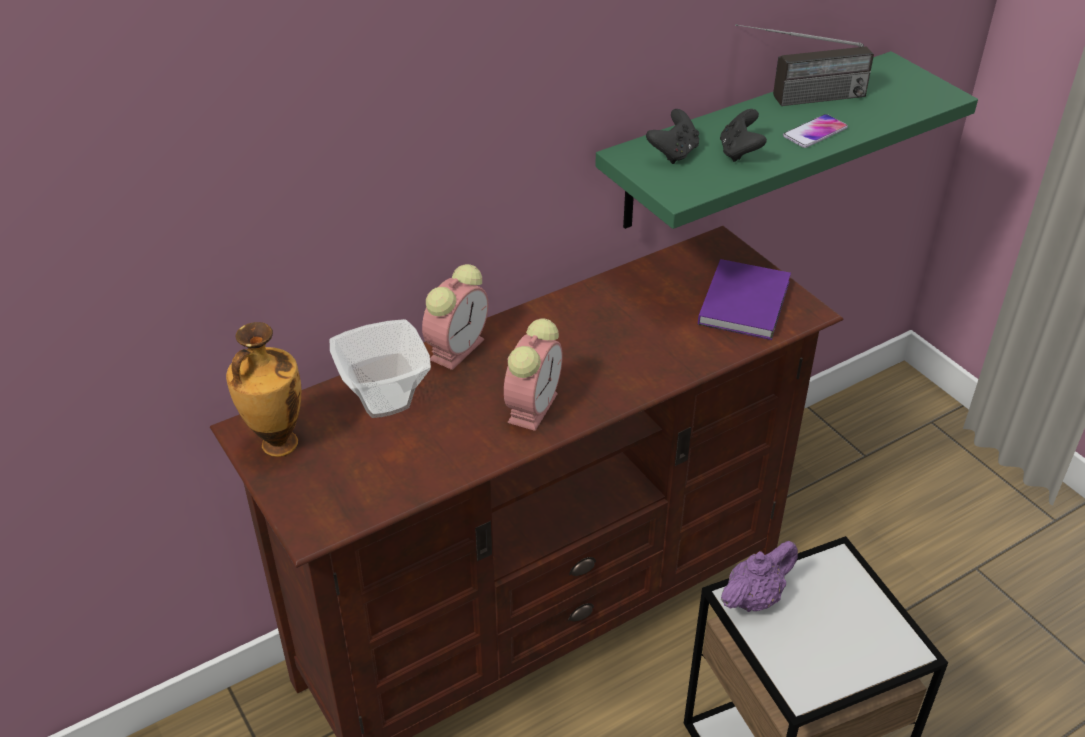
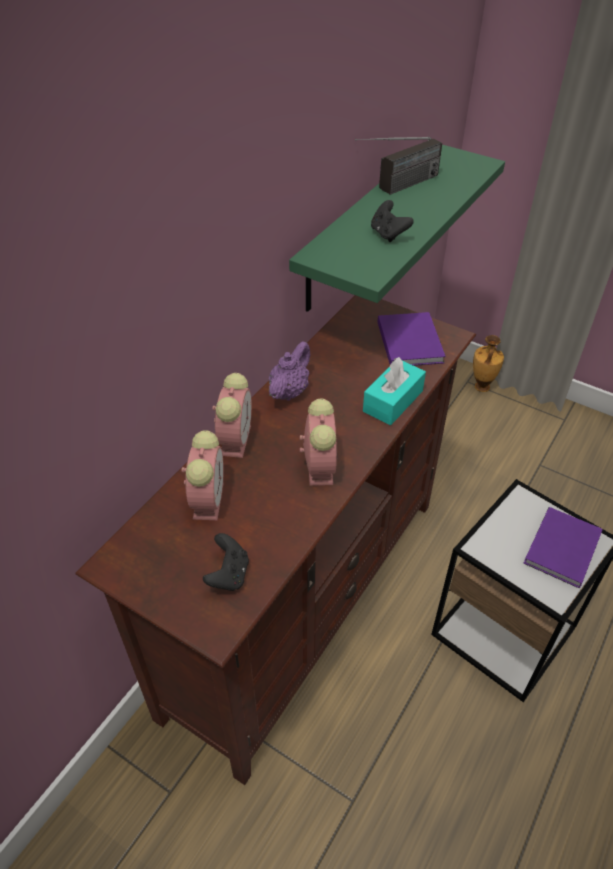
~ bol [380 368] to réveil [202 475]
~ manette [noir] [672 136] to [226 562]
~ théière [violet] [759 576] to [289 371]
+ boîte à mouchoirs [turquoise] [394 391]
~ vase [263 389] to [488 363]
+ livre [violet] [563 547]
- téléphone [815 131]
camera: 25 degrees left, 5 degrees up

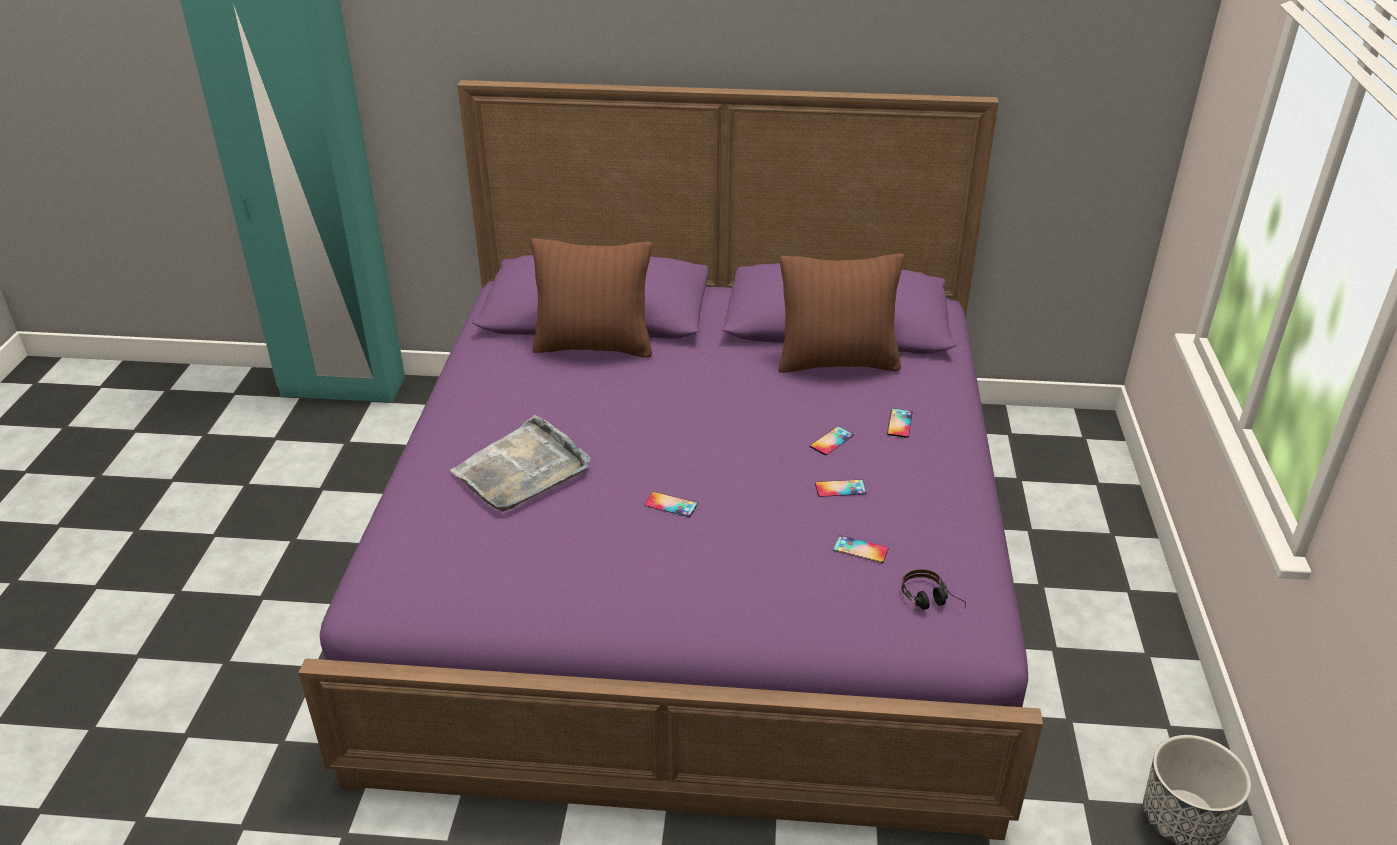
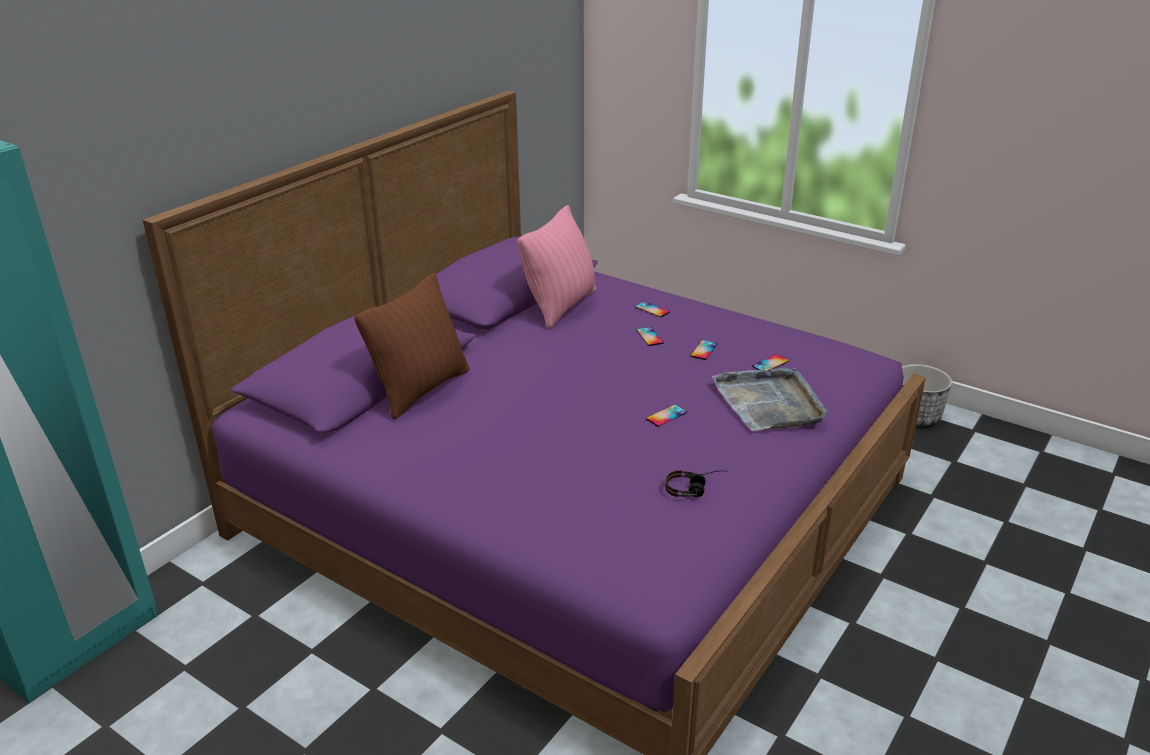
~ coussin [marron] [841 313] to coussin [rose] [557 267]
~ casque audio [933 589] to [696 483]
~ plateau [gris] [520 463] to [770 399]
camera: 60 degrees left, 5 degrees down

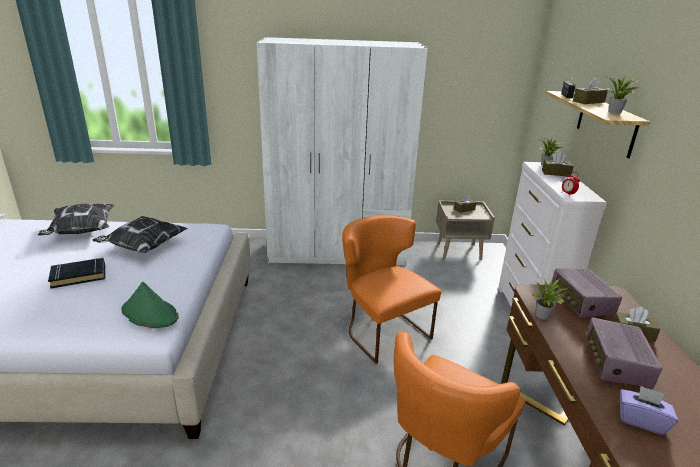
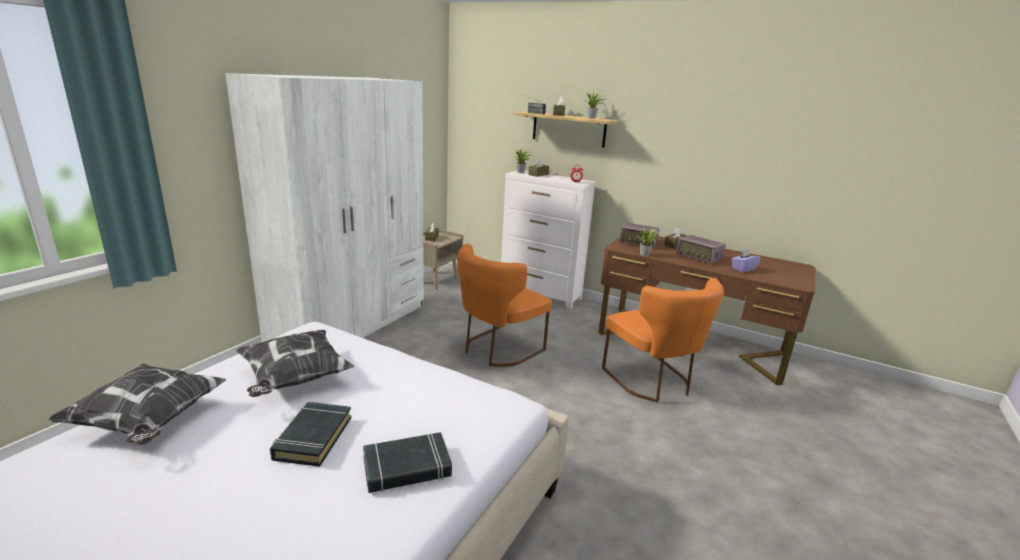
+ livre [noir] [407 462]
~ chaise [orange] [391 289] = [504 305] 45 degrees counterclockwise
- chapeau [vert] [150 305]
camera: 60 degrees left, 5 degrees down

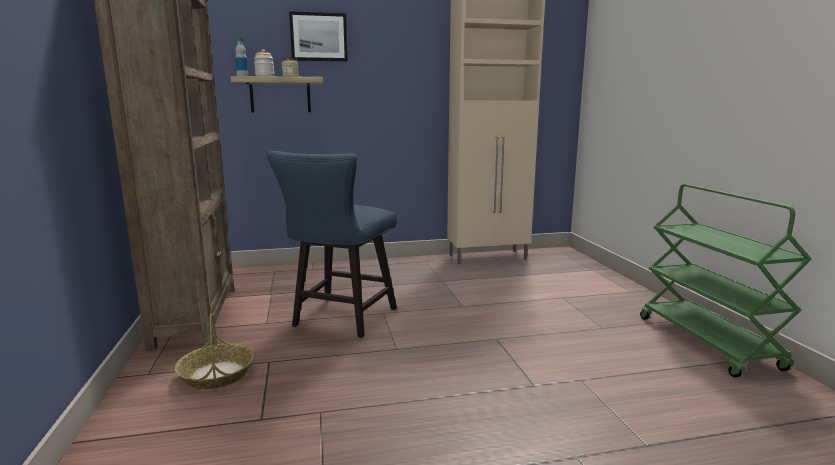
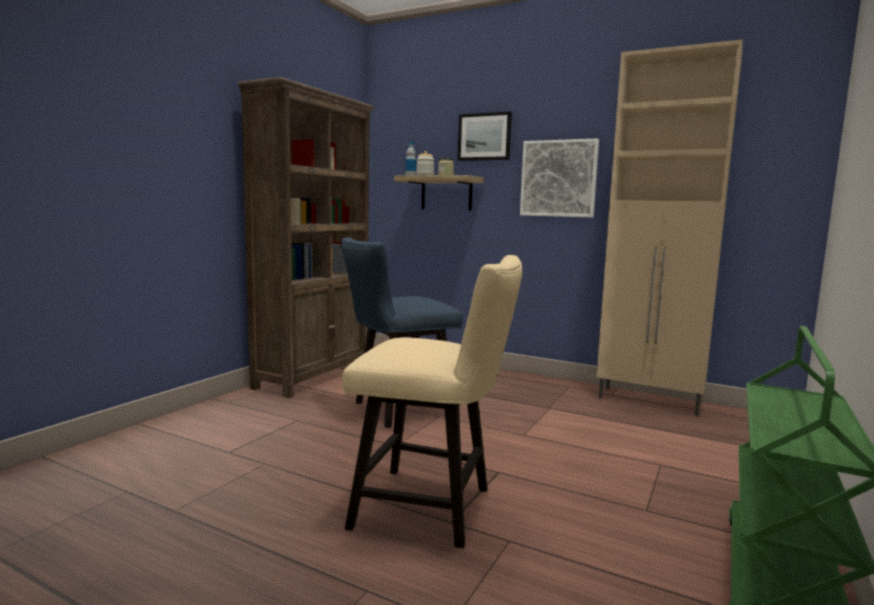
+ chaise [beige] [432 401]
+ tableau [559 177]
- panier [214 351]
camera: 40 degrees right, 5 degrees down

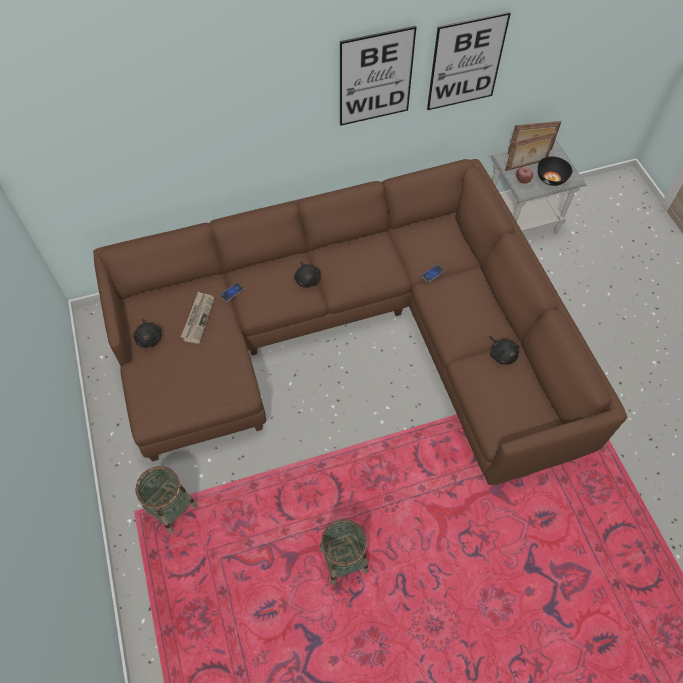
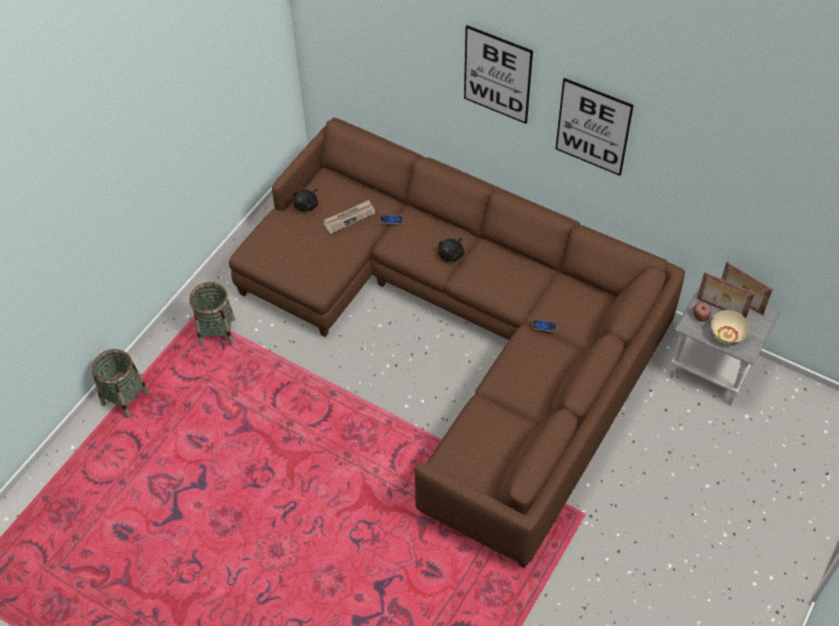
~ panier [344 552] to [120 383]
~ tableau [469 61] to [498 74]
~ bol [noir] [555 171] to bol [beige] [730 327]
- peluche [noir] [504 350]
camera: 50 degrees right, 5 degrees down

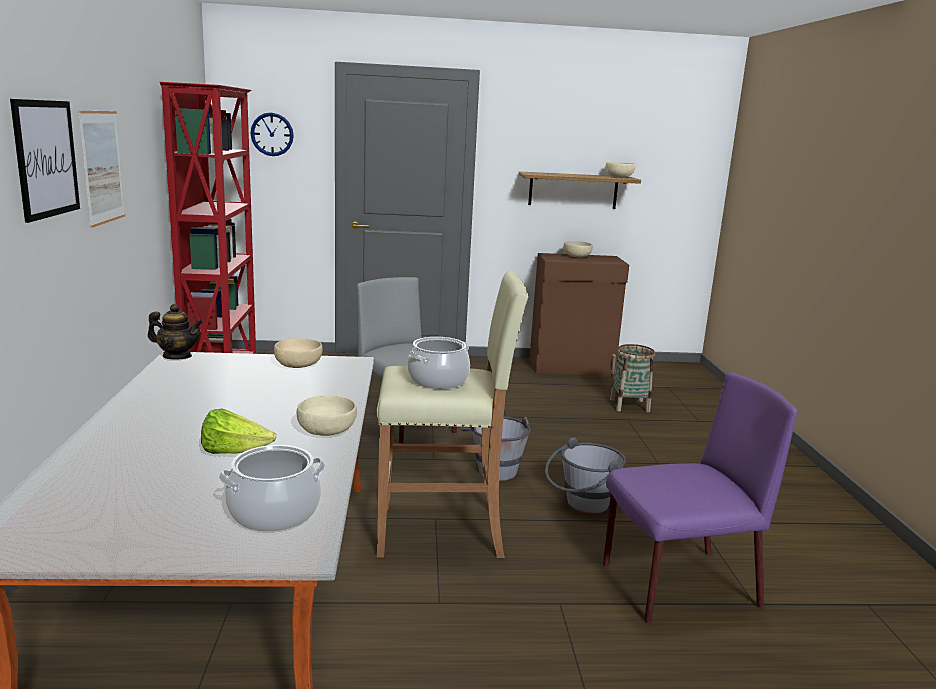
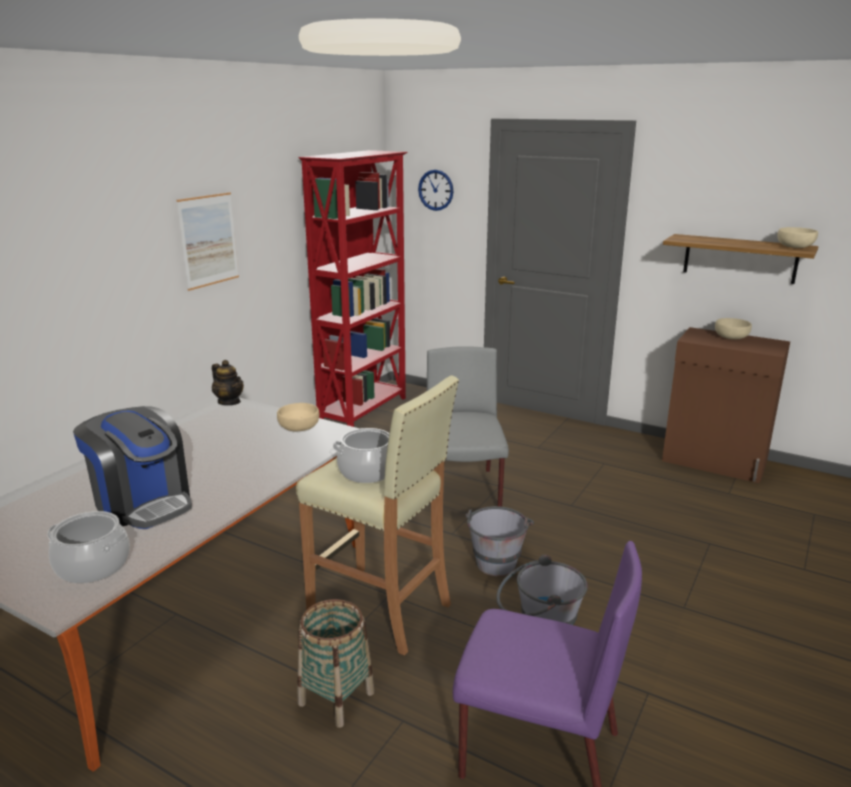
~ laitue [238 431] to machine à café [132 467]
~ panier [632 378] to [336 663]
- tableau [45 161]
- bol [beige] [327 415]
camera: 35 degrees right, 5 degrees up

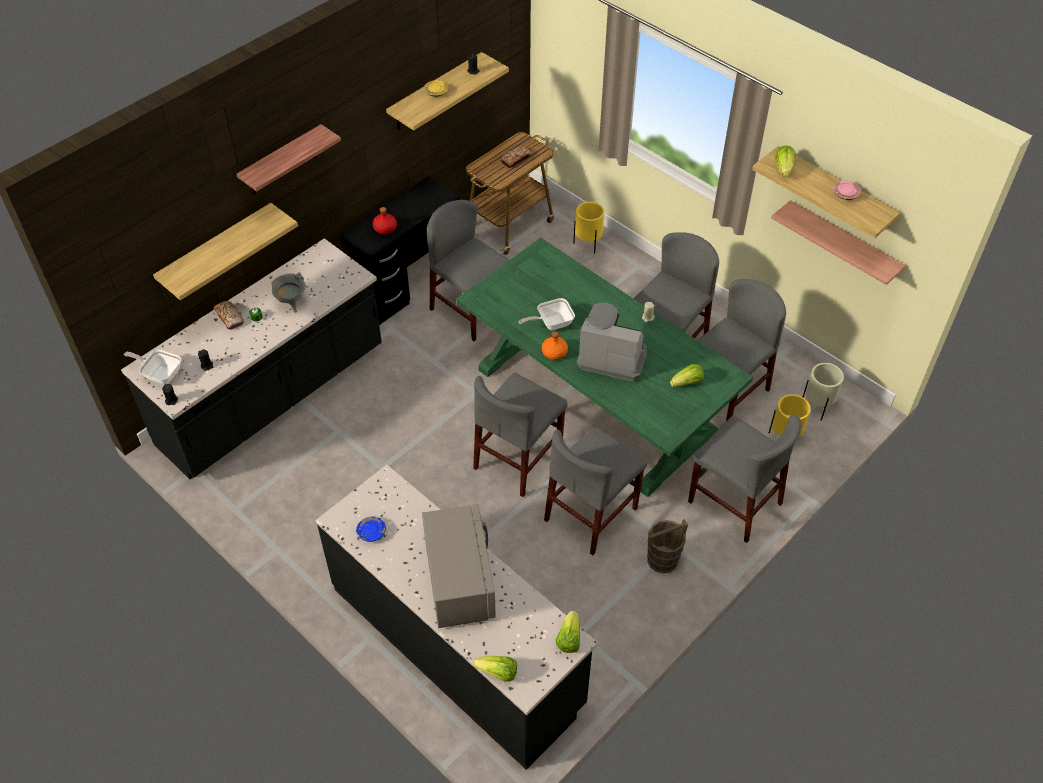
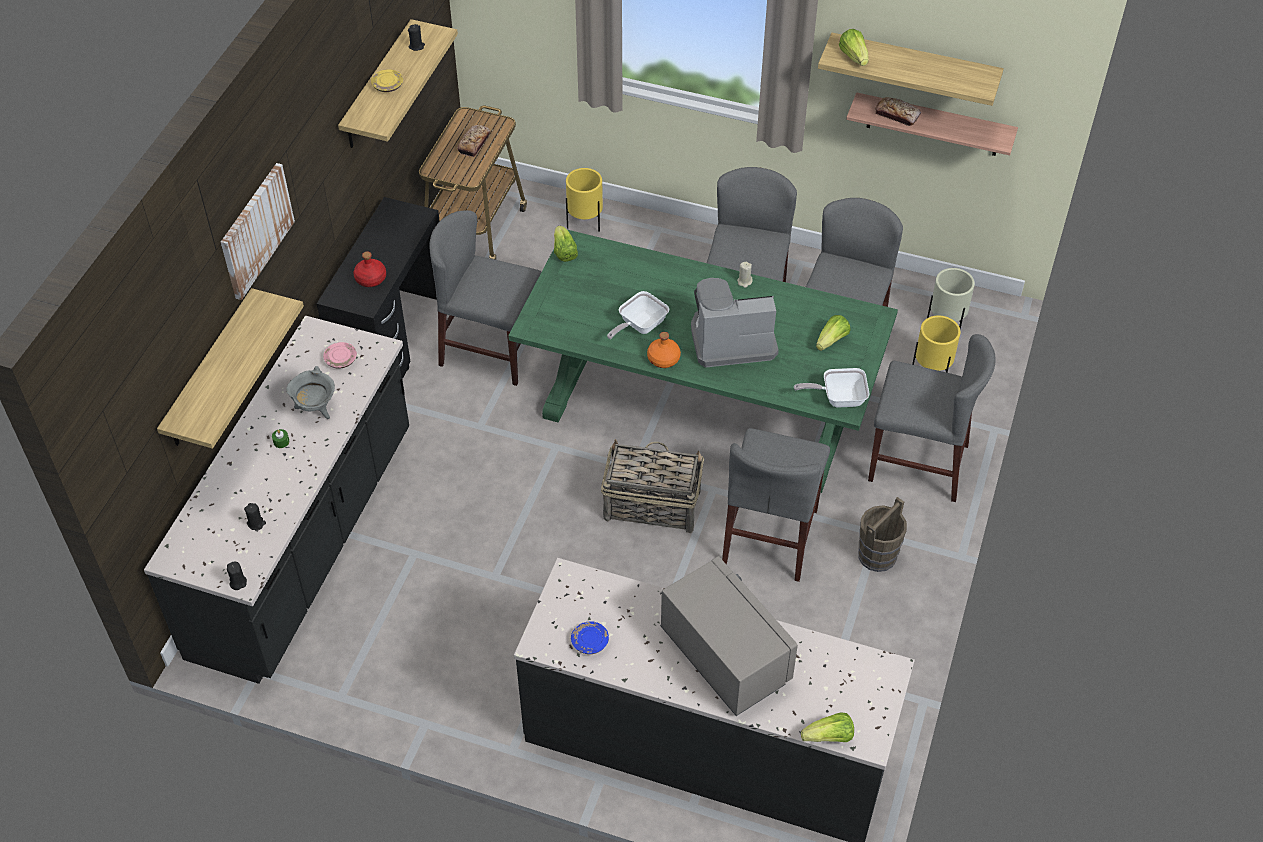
~ étagère [289 159] to tableau [258 231]
~ assiette [rose] [847 190] to [340 355]
~ laitue [567 632] to [566 244]
~ chaise [gris] [520 435] to panier [652 486]
~ poêle [152 367] to [831 387]
~ pain [229 315] to [898 111]
camera: 25 degrees left, 0 degrees up

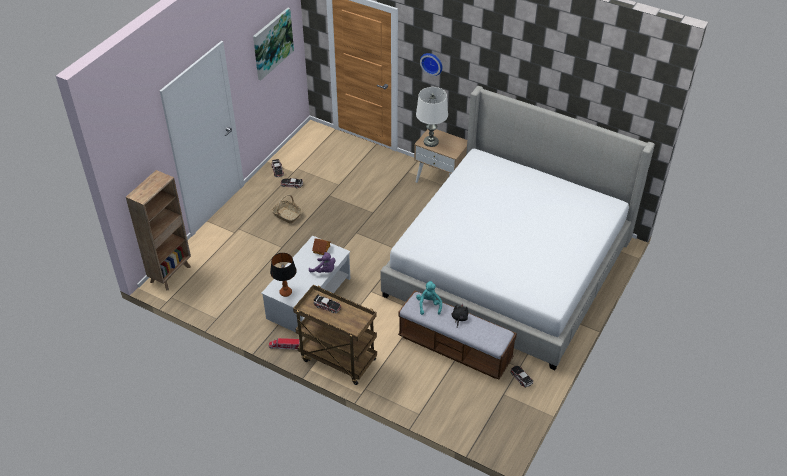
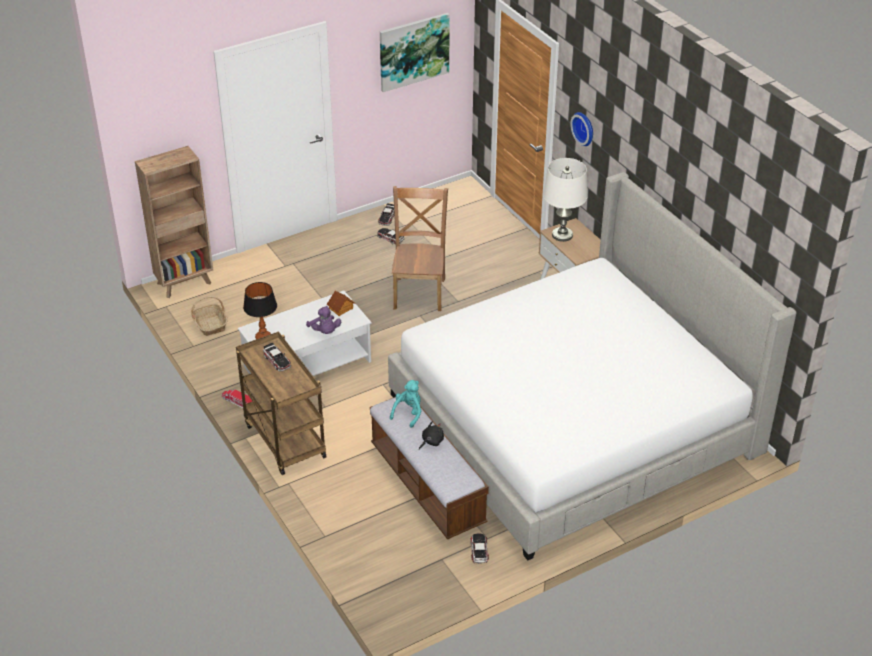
~ panier [287 209] to [209 316]
+ chaise [marron] [420 248]
camera: 30 degrees right, 5 degrees down

